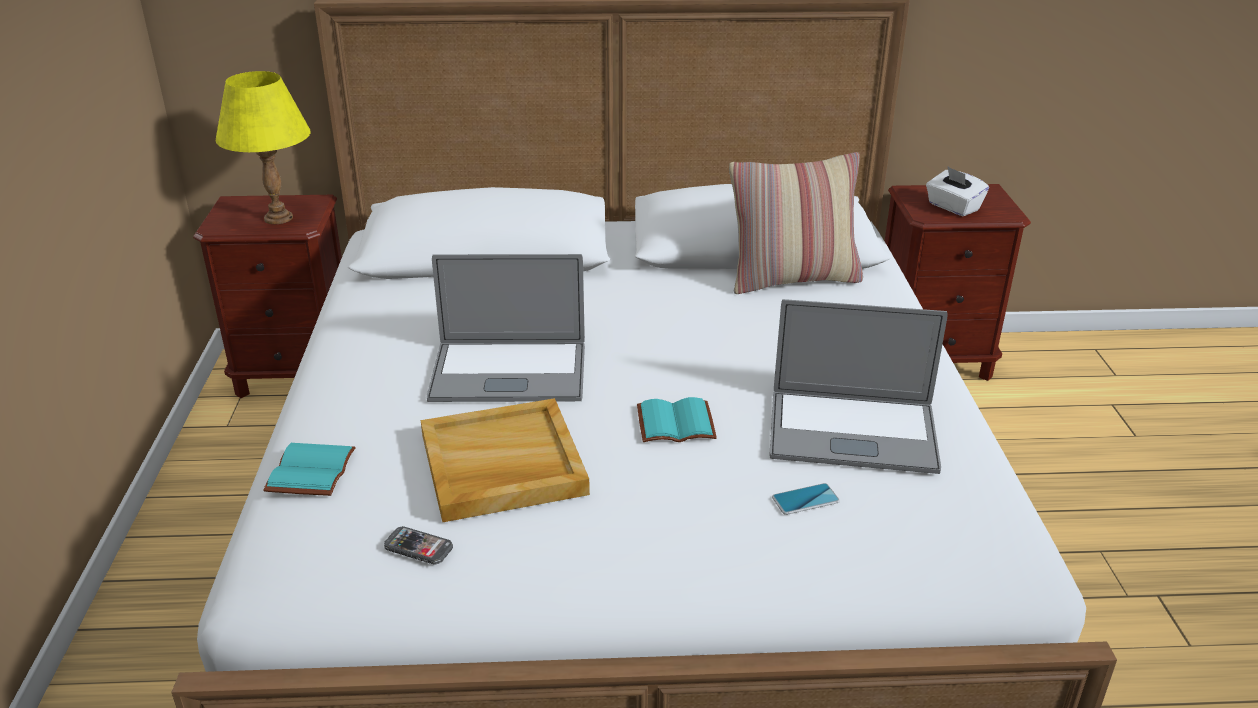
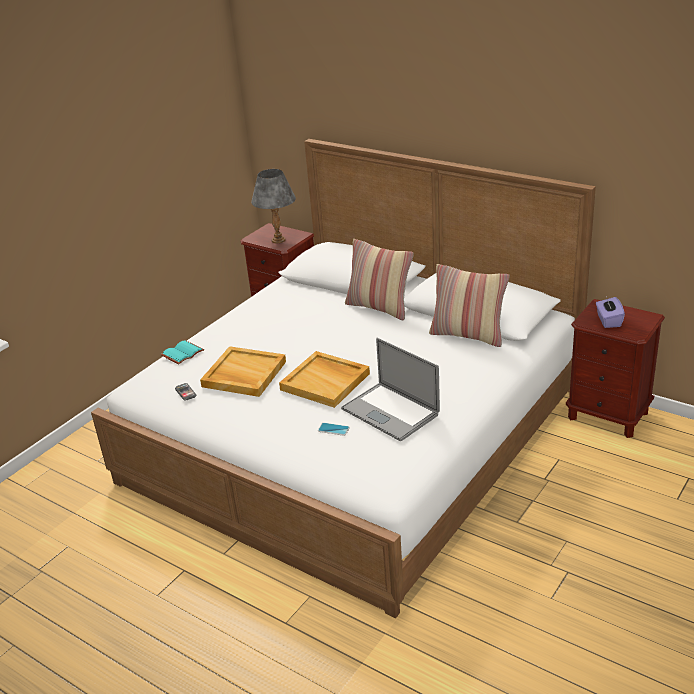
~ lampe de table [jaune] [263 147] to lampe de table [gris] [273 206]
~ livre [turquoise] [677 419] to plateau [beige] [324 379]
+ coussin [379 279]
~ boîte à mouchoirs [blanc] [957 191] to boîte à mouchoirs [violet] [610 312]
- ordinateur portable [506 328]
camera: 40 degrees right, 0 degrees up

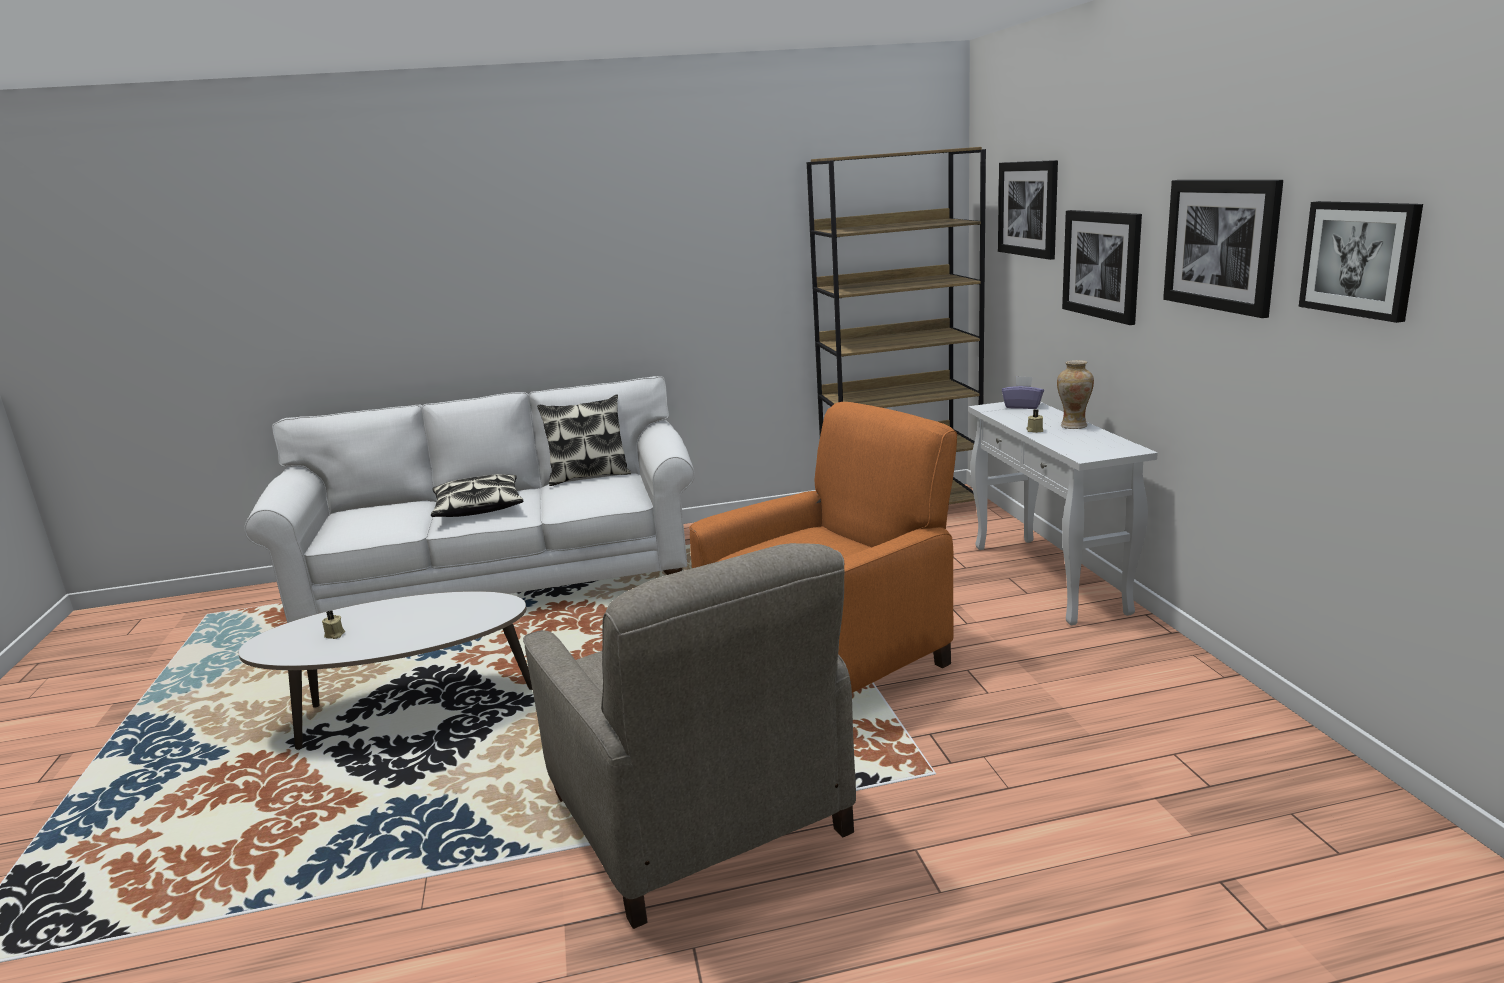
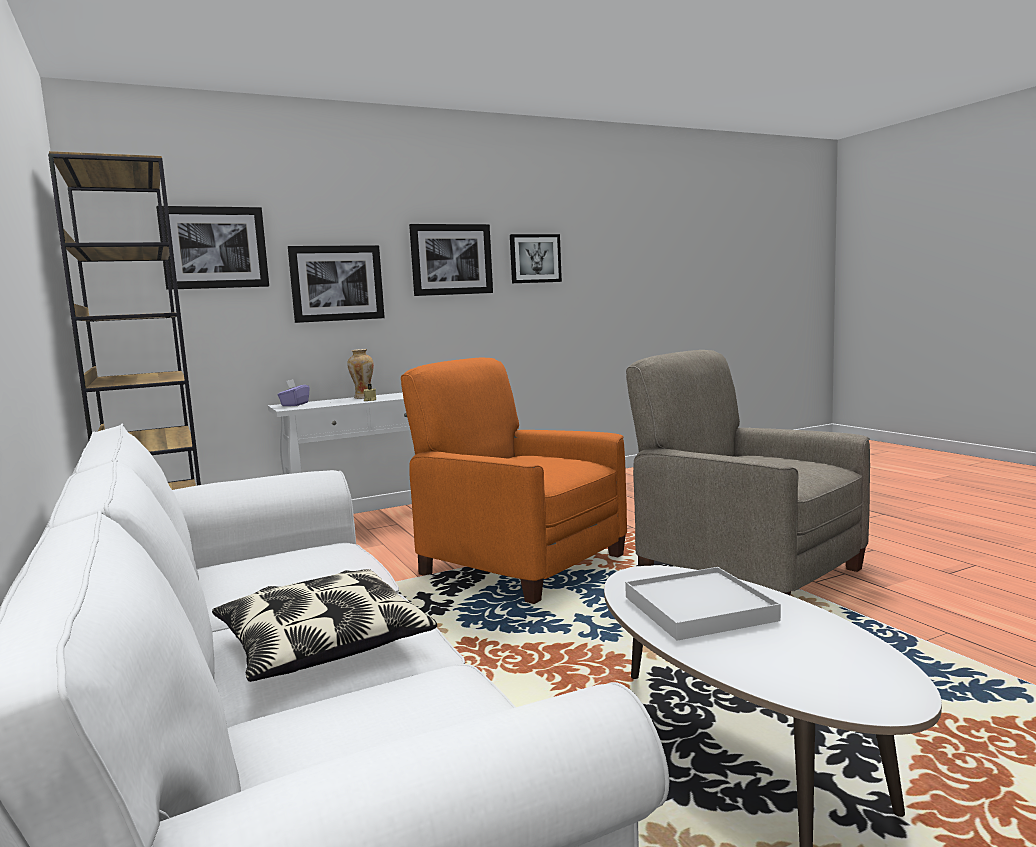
+ plateau [blanc] [703 604]
~ fauteuil [beige] [689 736] = [748 472] 90 degrees counterclockwise
- bougie [beige] [333 625]
- coussin [584 440]
camera: 105 degrees left, 10 degrees down

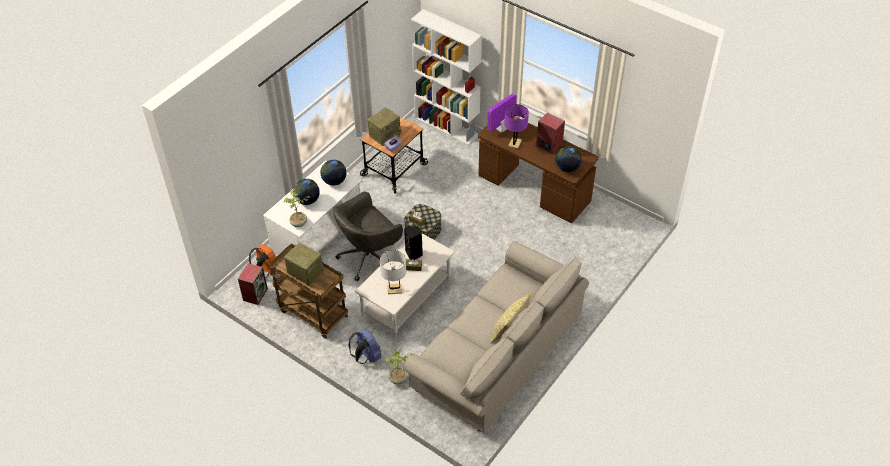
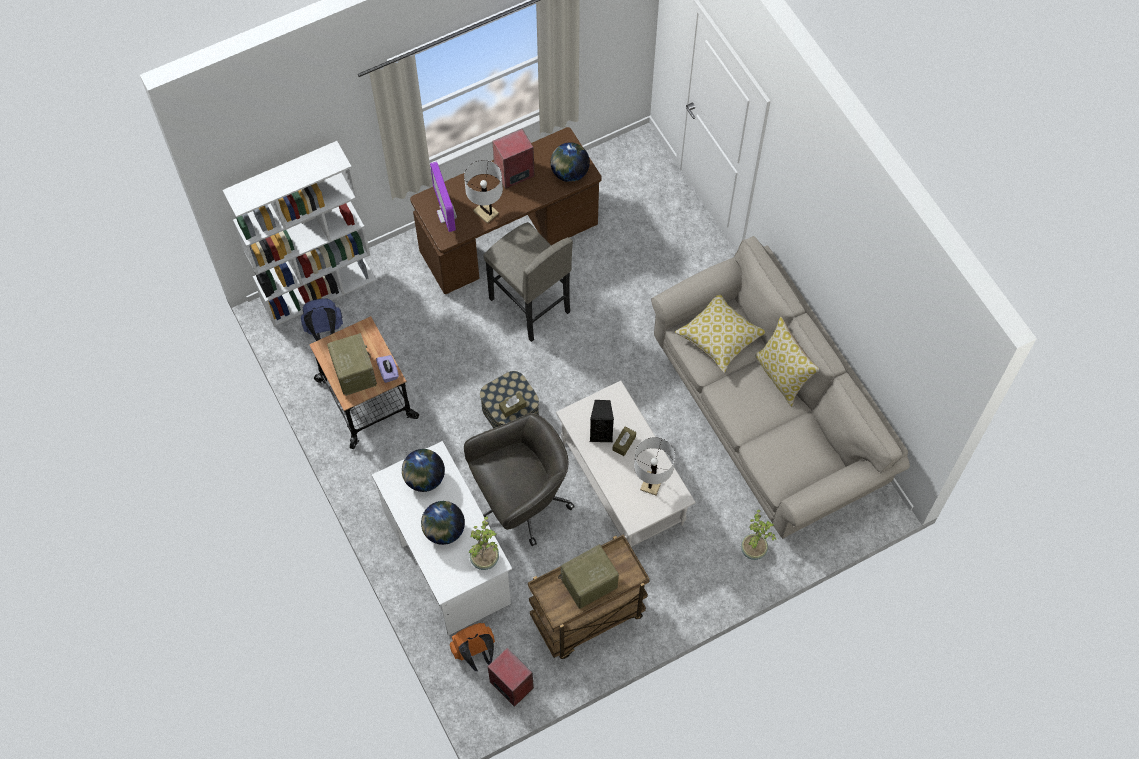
~ sac à dos [bleu] [365 346] to [322 319]
~ lampe de table [violet] [516 126] to lampe de table [blanc] [483 191]
~ chaise de bureau [gris] [368 236] = [519 479] 105 degrees counterclockwise
+ tabouret [gris] [528 282]
+ coussin [720 334]
camera: 65 degrees left, 15 degrees up

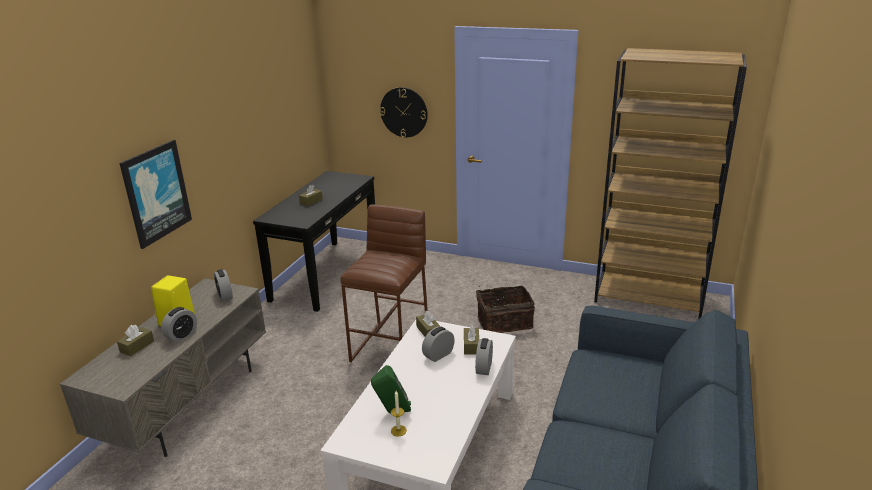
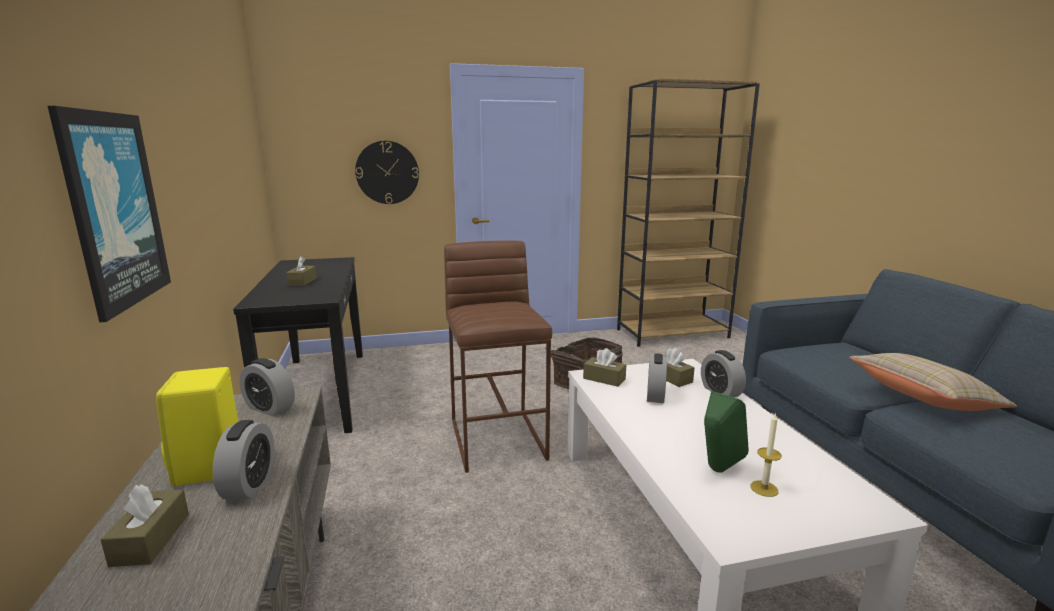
+ coussin [beige] [933 382]
camera: 35 degrees left, 10 degrees down

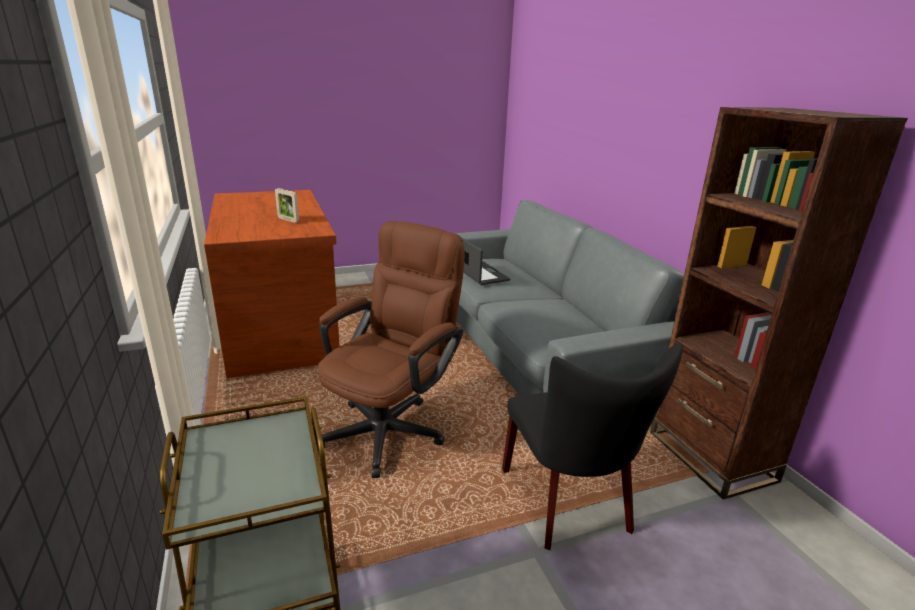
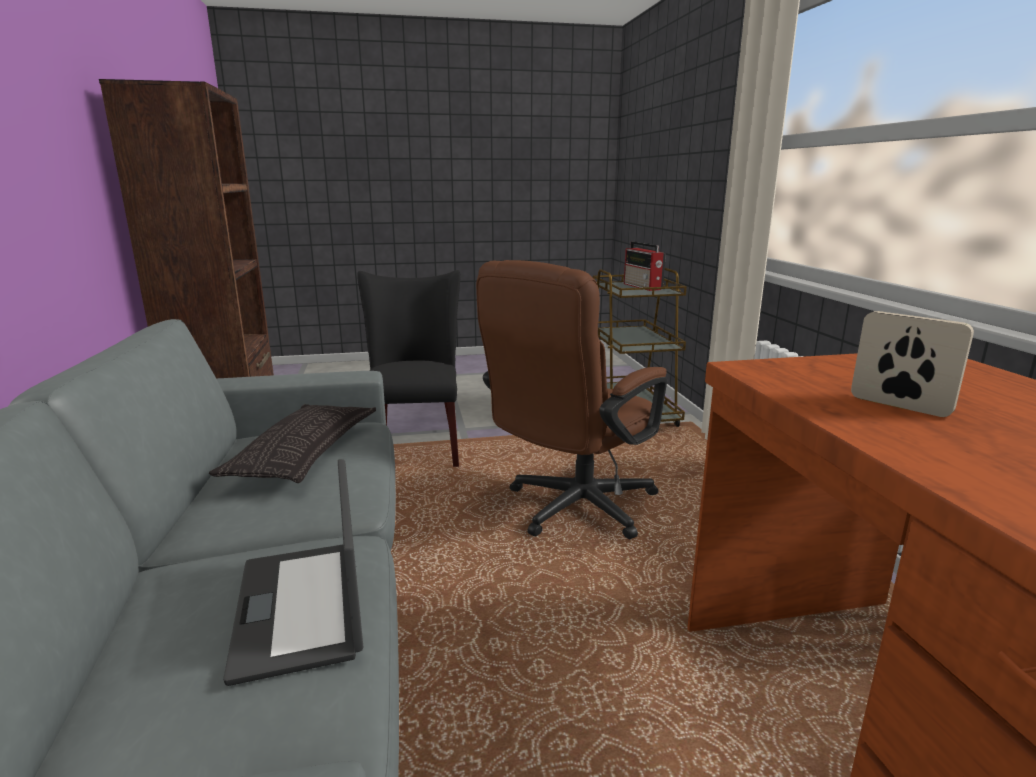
+ coussin [292 443]
+ radio [645 266]
camera: 170 degrees left, 5 degrees down

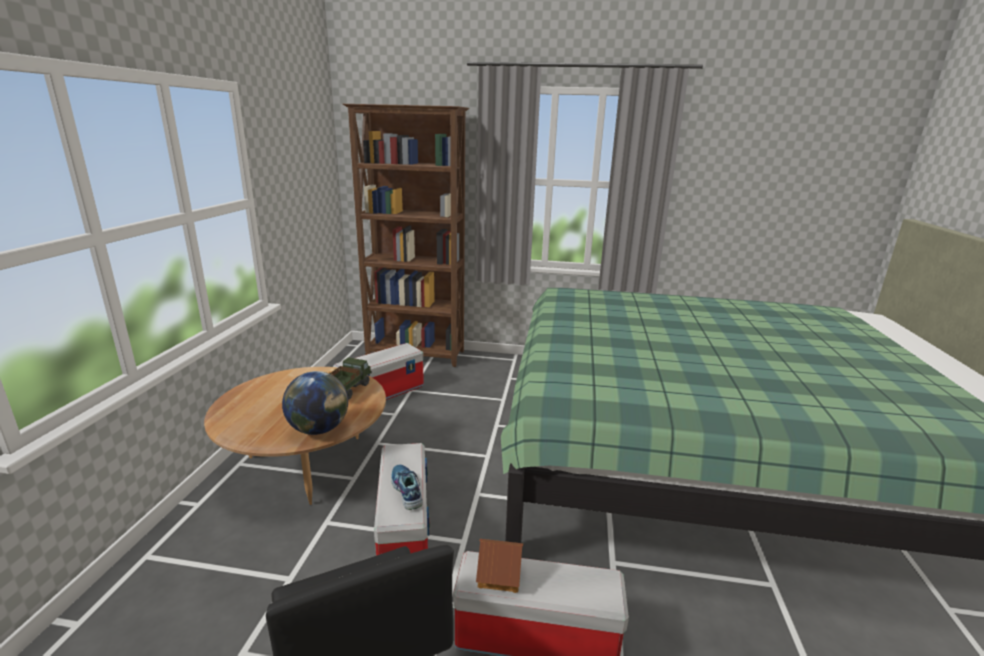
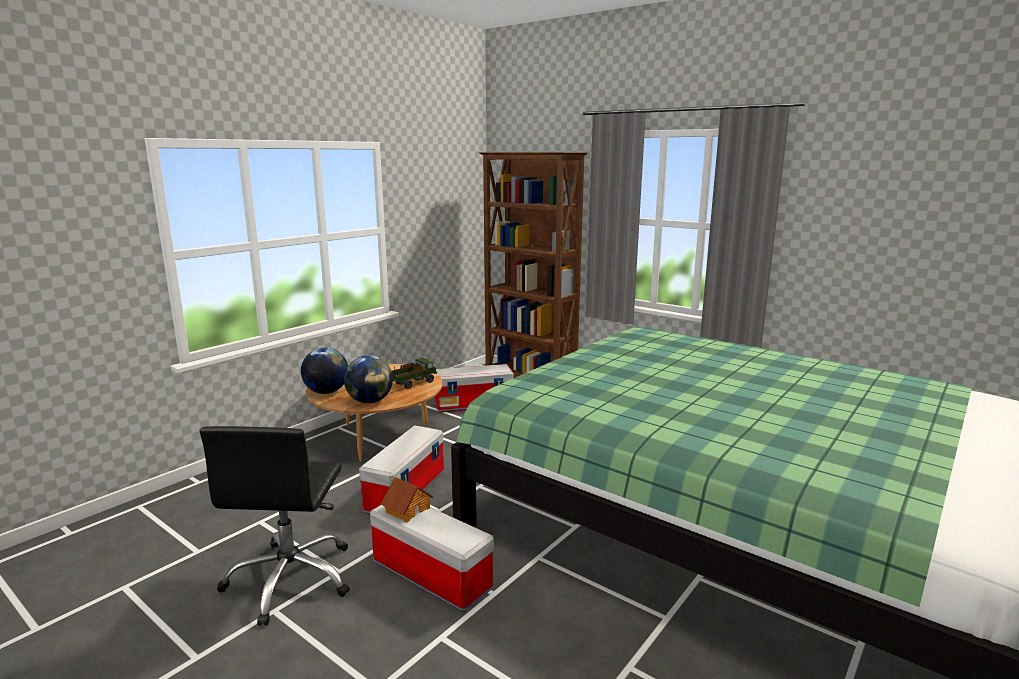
+ globe [324 371]
- chaussure [407 487]
camera: 30 degrees right, 5 degrees down

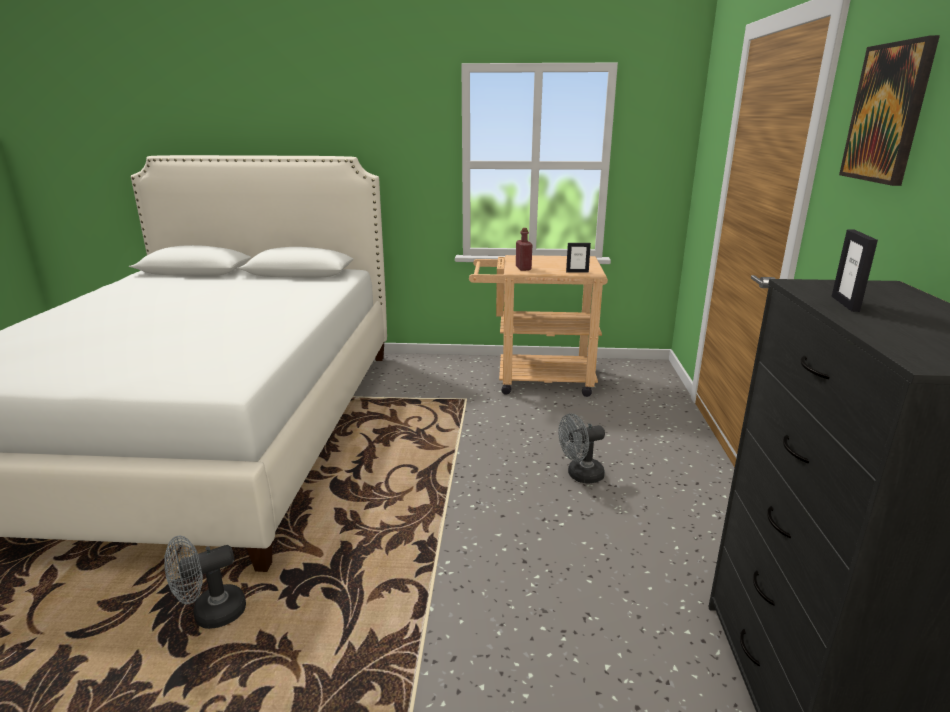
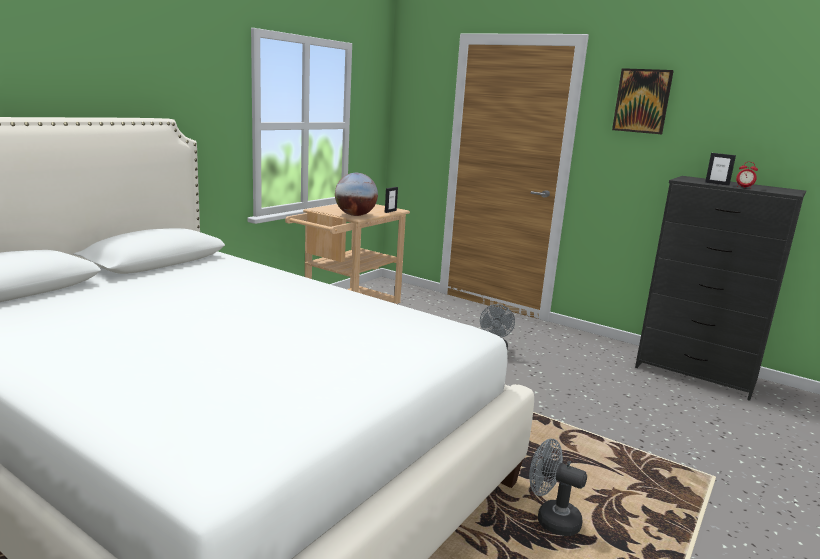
~ bouteille [rouge] [524 249] to globe [356 194]
~ ventilateur [gris] [205 582] = [558 487] 120 degrees clockwise
+ réveil [747 175]
camera: 60 degrees left, 5 degrees down

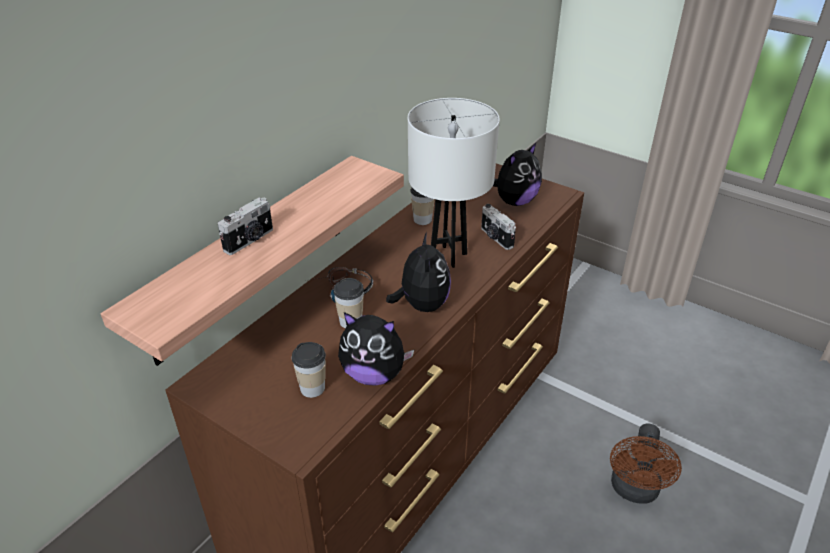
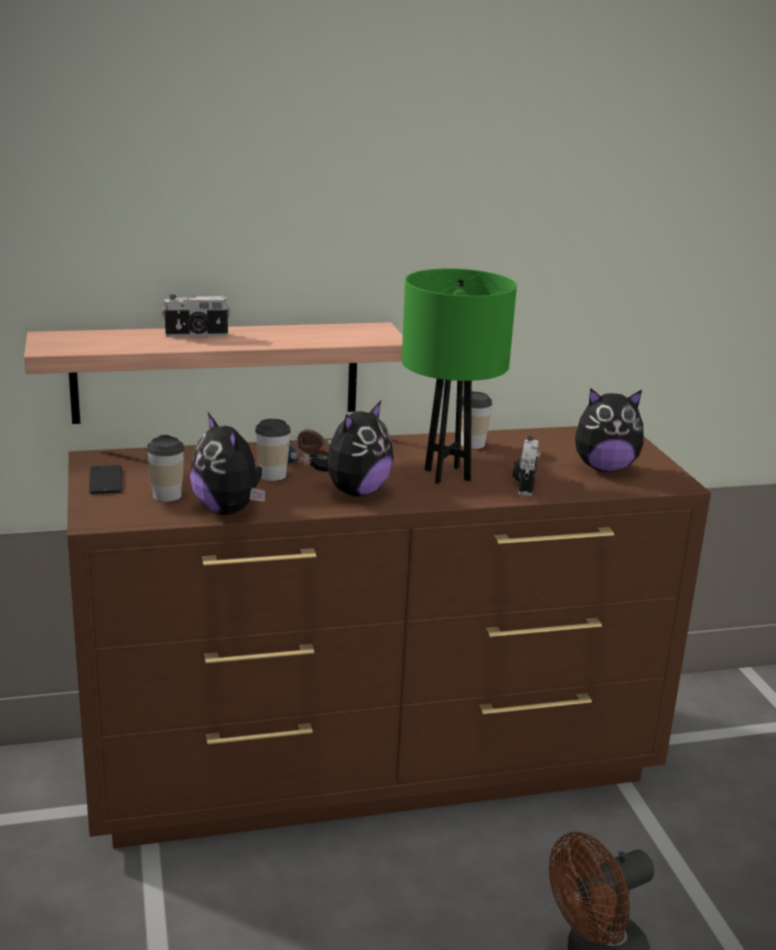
+ téléphone [105 479]
~ lampe de table [blanc] [454 183] to lampe de table [vert] [459 376]
camera: 40 degrees right, 15 degrees down

